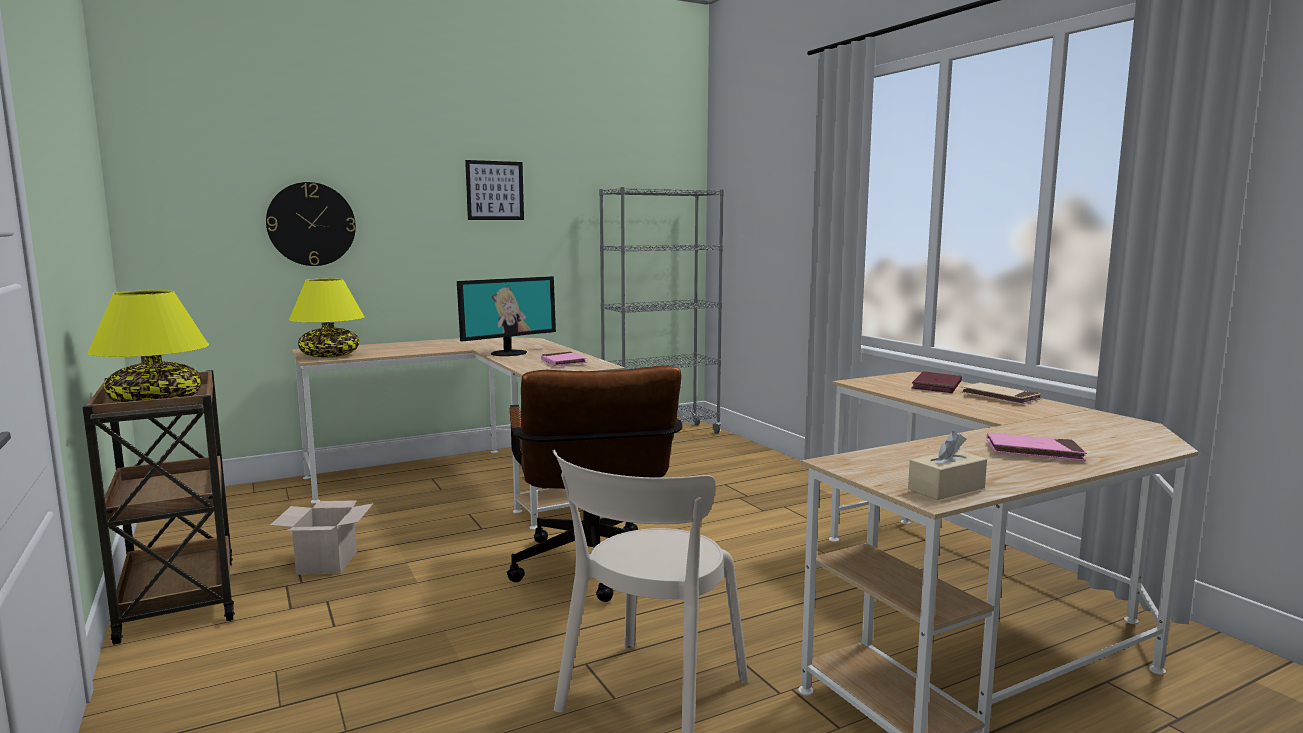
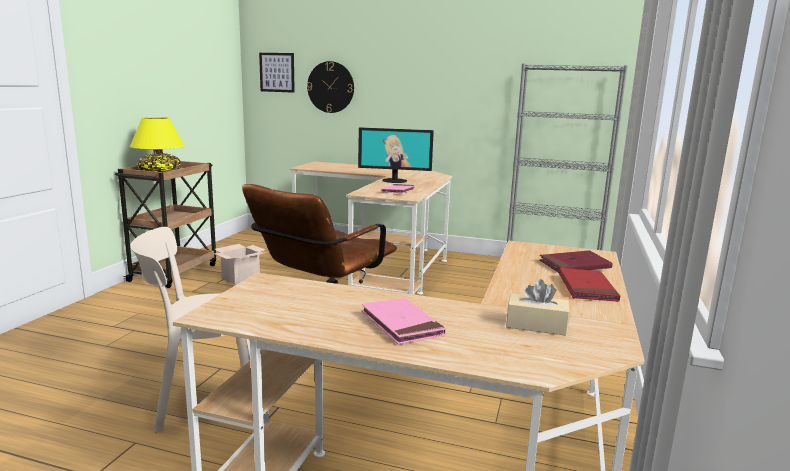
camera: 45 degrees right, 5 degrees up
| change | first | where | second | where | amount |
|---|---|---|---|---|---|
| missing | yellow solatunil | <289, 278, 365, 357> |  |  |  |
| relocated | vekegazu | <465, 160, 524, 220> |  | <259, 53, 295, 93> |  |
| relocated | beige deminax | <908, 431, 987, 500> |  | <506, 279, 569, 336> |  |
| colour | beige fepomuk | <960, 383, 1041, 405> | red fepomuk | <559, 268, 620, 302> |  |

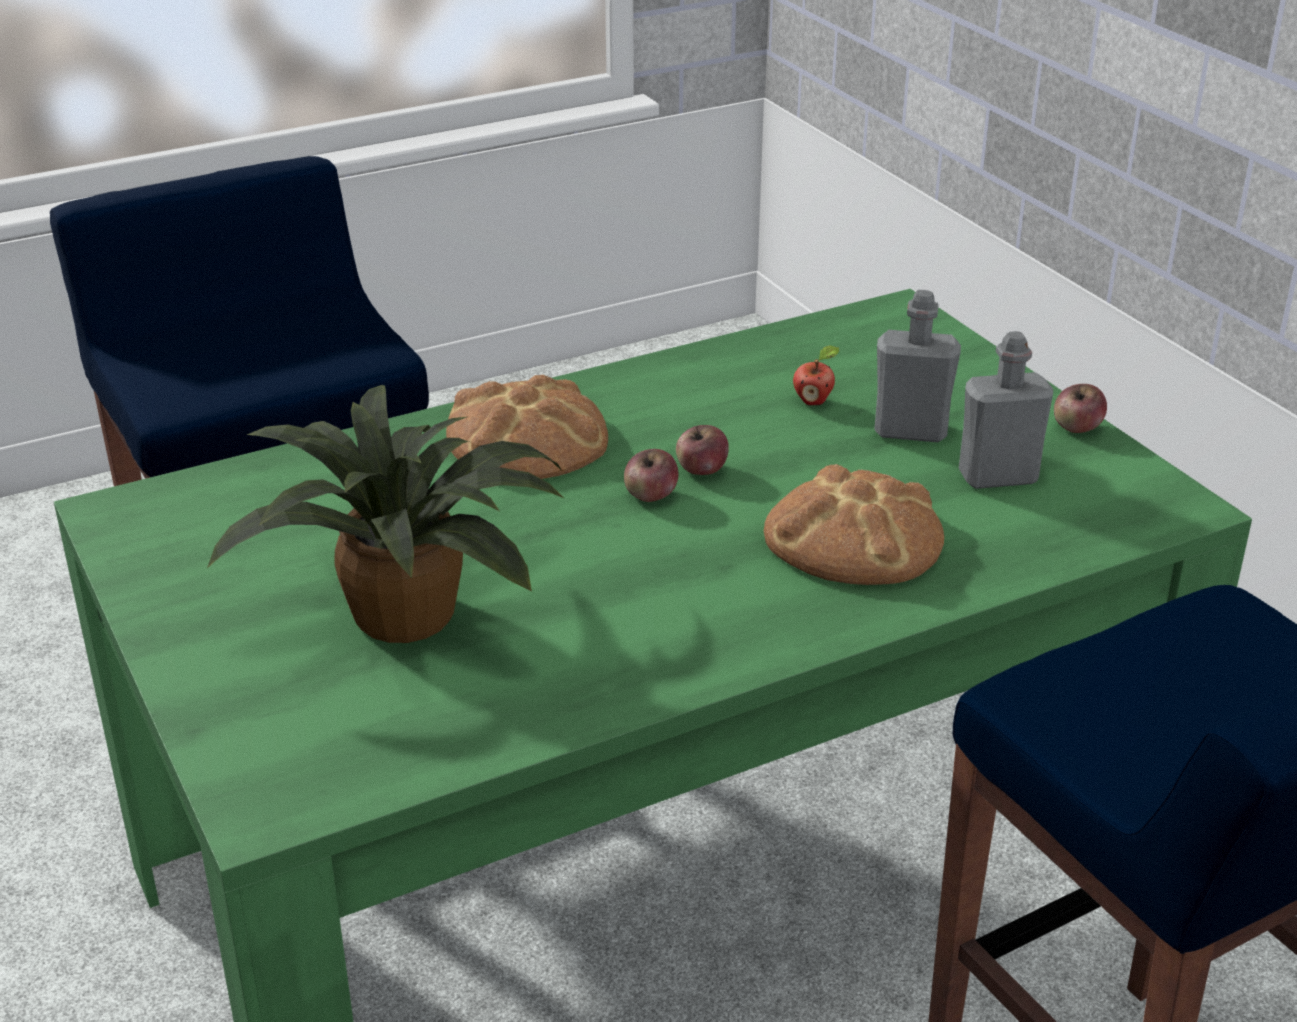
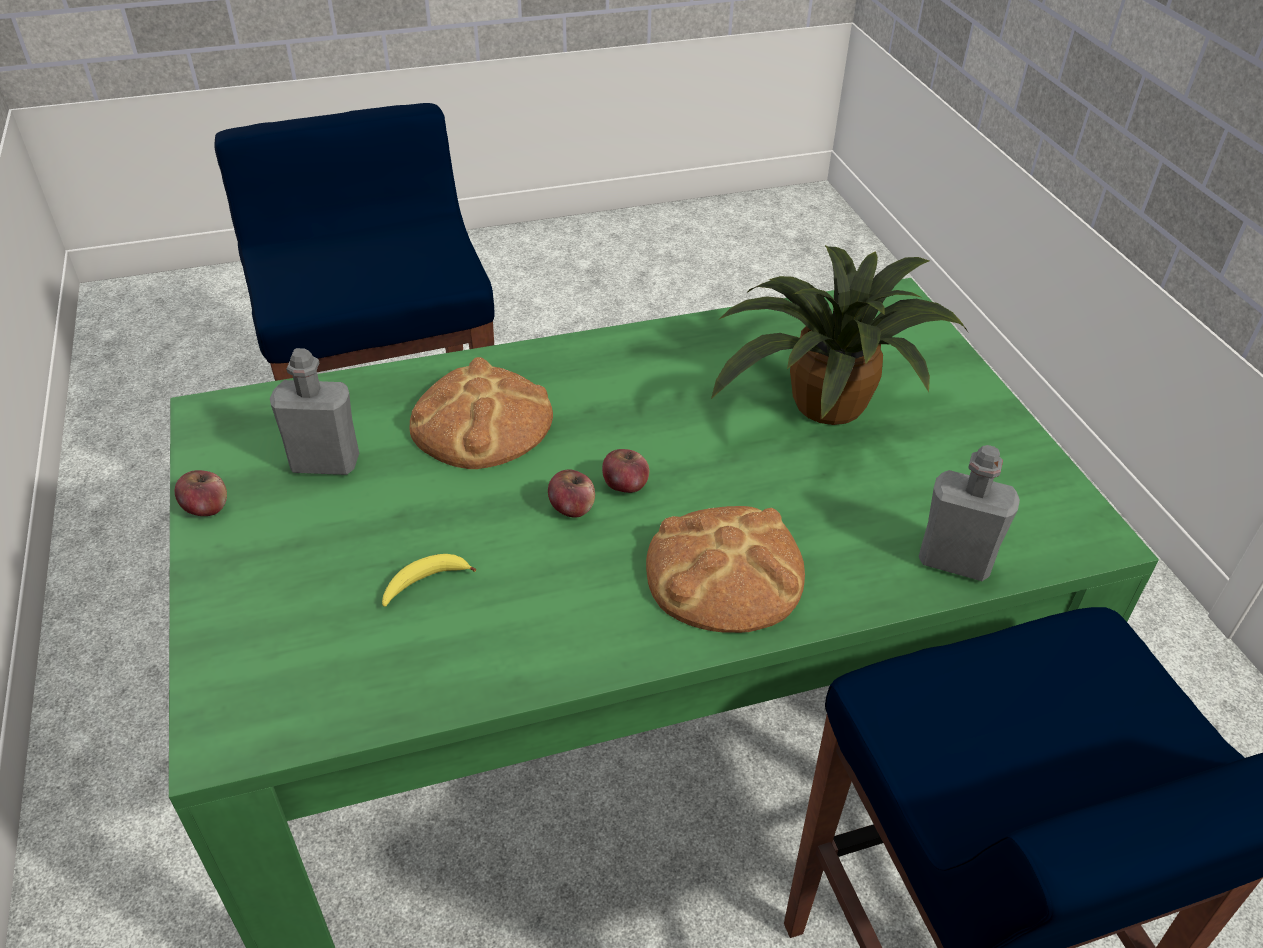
camera: 170 degrees left, 10 degrees up
| change | first | where | second | where | amount |
|---|---|---|---|---|---|
| relocated | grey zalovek | <874, 290, 961, 442> |  | <919, 445, 1020, 581> |  |
| exchanged | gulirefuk | <793, 346, 839, 405> | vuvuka | <382, 554, 476, 607> |  |

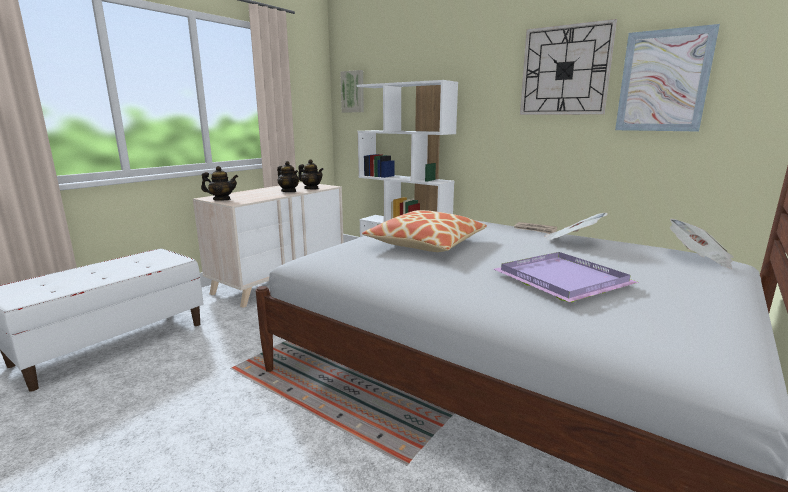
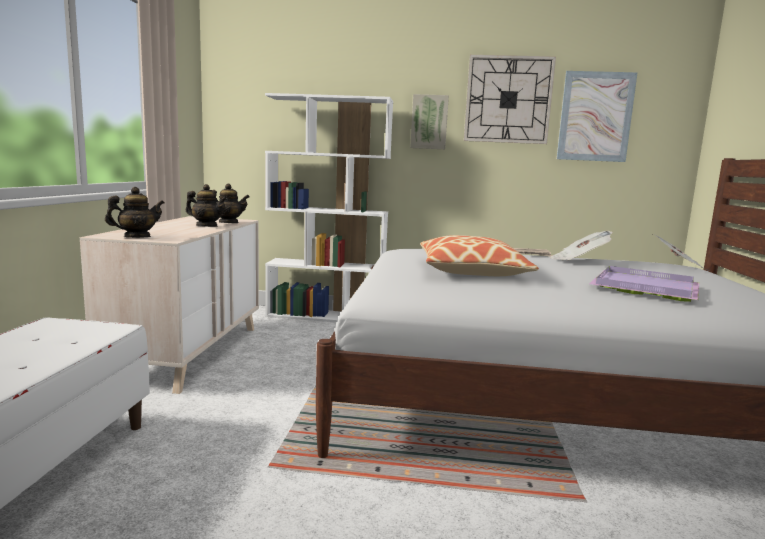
camera: 30 degrees left, 5 degrees down
| change | first | where | second | where | amount |
|---|---|---|---|---|---|
| relocated | vekegazu | <340, 70, 364, 112> |  | <410, 94, 449, 149> |  |

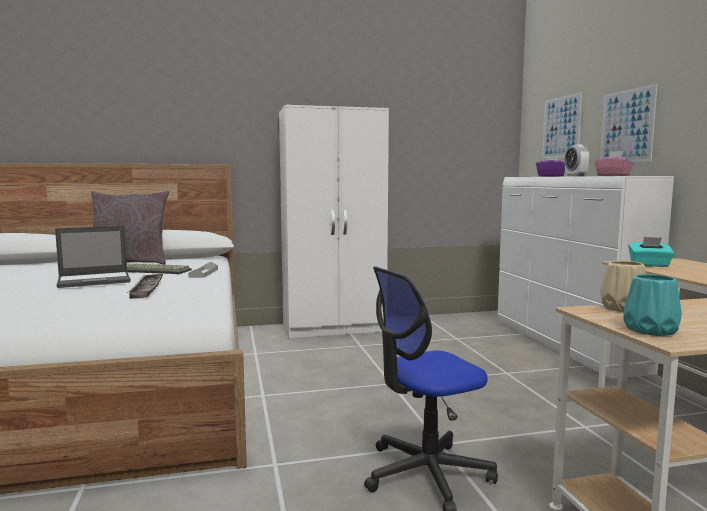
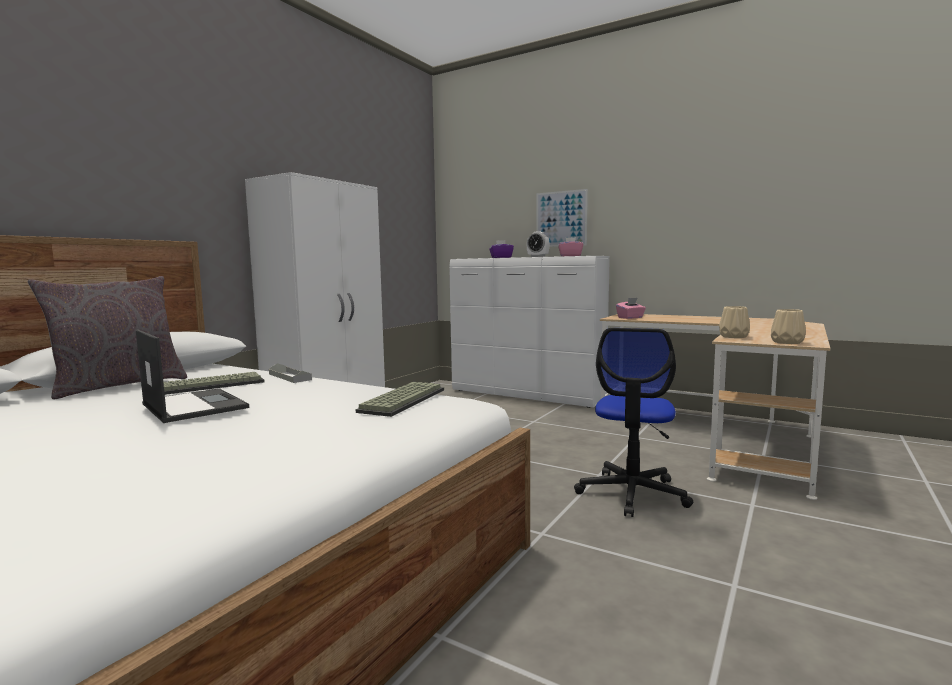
camera: 45 degrees left, 0 degrees up
| change | first | where | second | where | amount |
|---|---|---|---|---|---|
| missing | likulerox | <127, 273, 164, 299> |  |  |  |
| missing | vekegazu | <542, 92, 582, 159> |  |  |  |
| appeared |  |  | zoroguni | <356, 382, 444, 417> |  |
| colour | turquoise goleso | <623, 274, 682, 336> | beige goleso | <771, 309, 806, 344> |  |
| colour | turquoise deminax | <628, 237, 674, 267> | pink deminax | <616, 298, 646, 319> |  |
| spun | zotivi | <55, 226, 131, 288> |  | <136, 329, 249, 423> | 60 degrees counterclockwise |

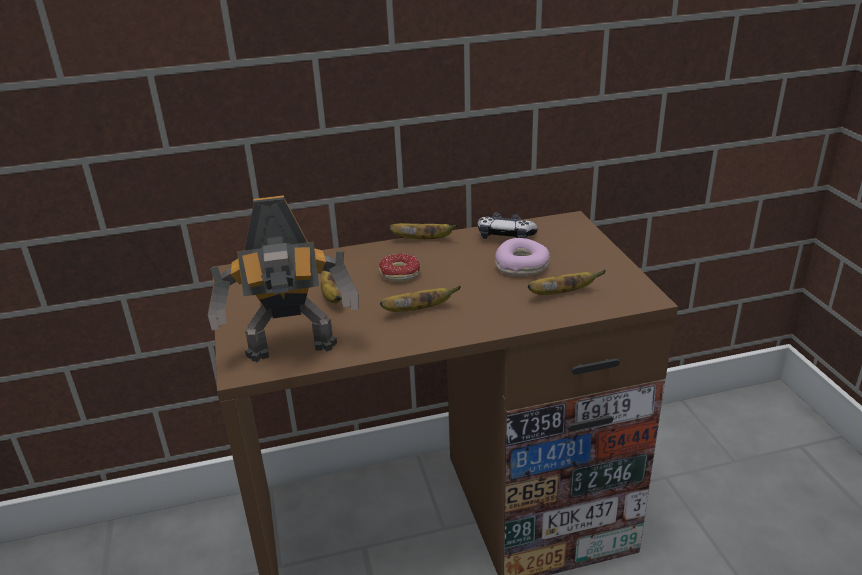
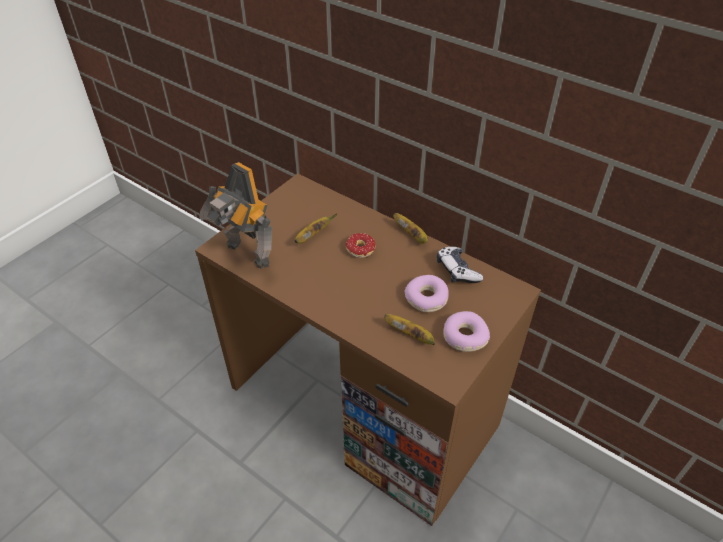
camera: 50 degrees right, 15 degrees up
| change | first | where | second | where | amount |
|---|---|---|---|---|---|
| missing | vuvuka | <380, 286, 461, 312> |  |  |  |
| appeared |  |  | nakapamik | <443, 311, 490, 352> |  |

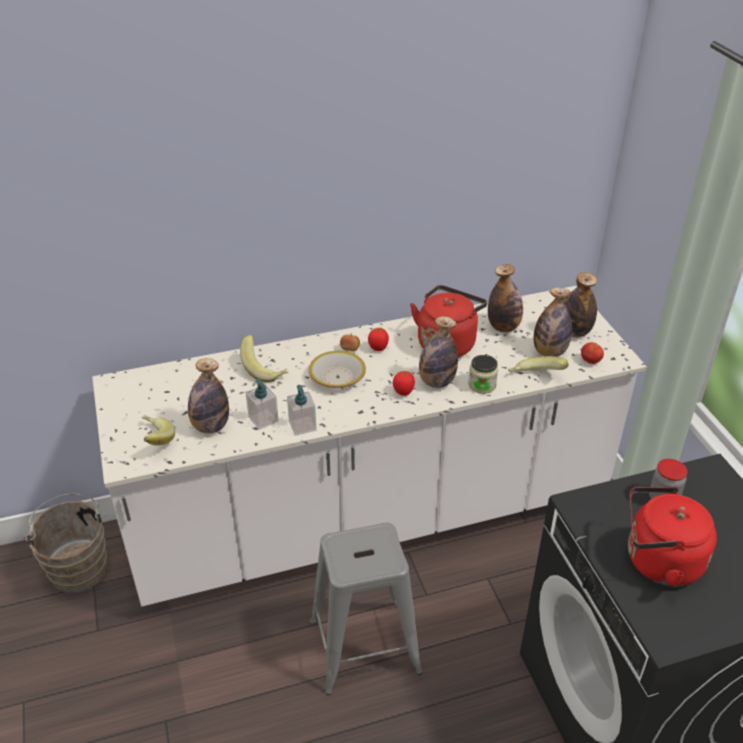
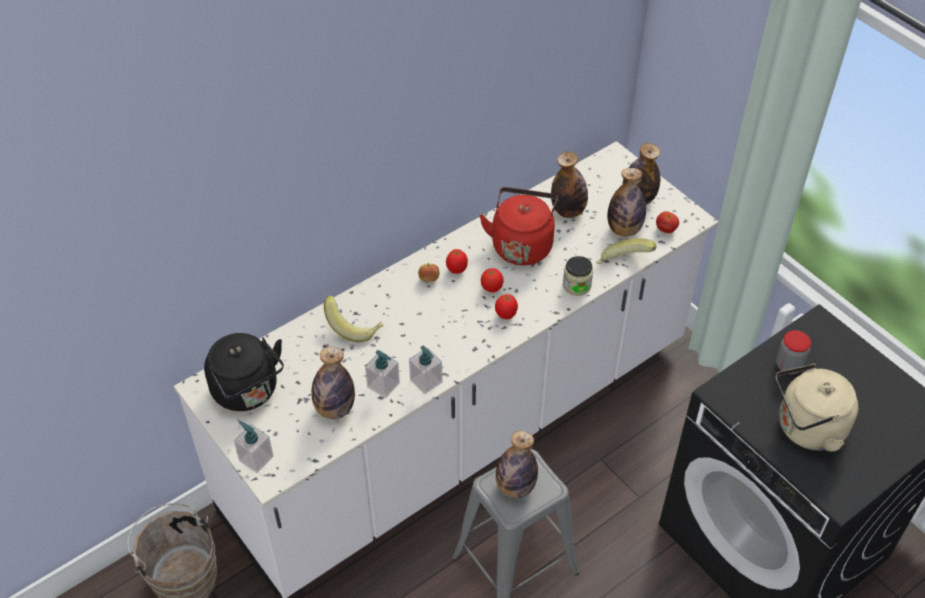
camera: 20 degrees left, 10 degrees up
| change | first | where | second | where | amount |
|---|---|---|---|---|---|
| missing | vuvuka | <142, 415, 175, 446> |  |  |  |
| missing | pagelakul | <309, 351, 366, 388> |  |  |  |
| appeared |  |  | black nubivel | <204, 333, 284, 411> |  |
| appeared |  |  | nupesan | <234, 421, 274, 473> |  |
| appeared |  |  | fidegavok | <481, 268, 503, 292> |  |
| relocated | zalovek | <419, 316, 458, 388> |  | <496, 431, 538, 499> |  |
| colour | red nubivel | <628, 487, 717, 586> | beige nubivel | <776, 364, 858, 452> |  |

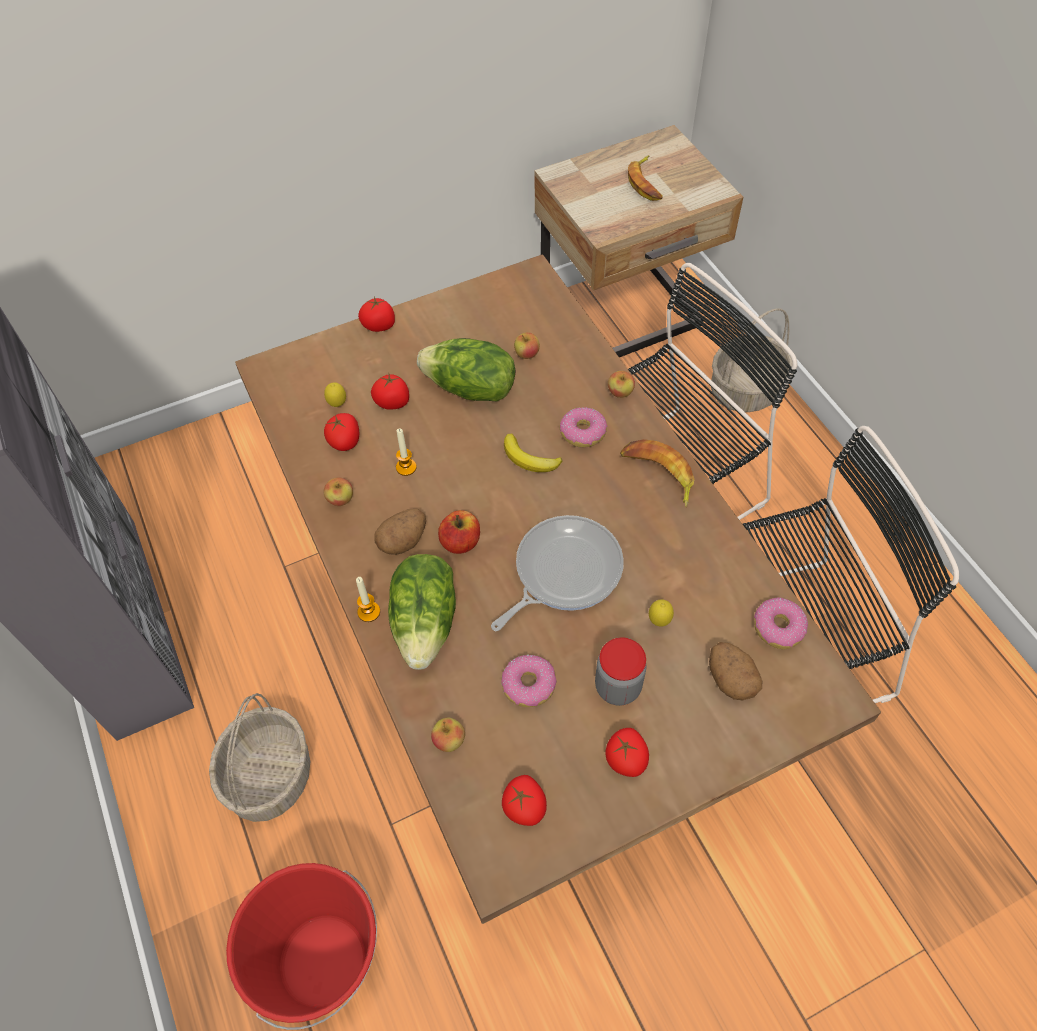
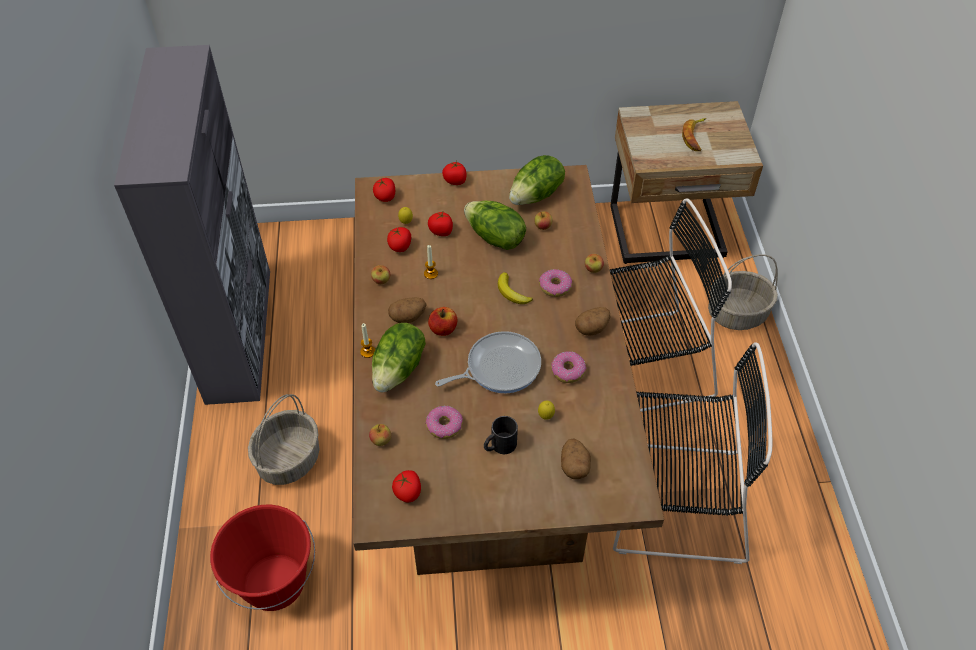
camera: 20 degrees right, 5 degrees down
| change | first | where | second | where | amount |
|---|---|---|---|---|---|
| appeared |  |  | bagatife | <509, 155, 565, 205> |  |
| relocated | fidegavok | <605, 728, 649, 777> |  | <373, 178, 395, 202> |  |
| relocated | nakapamik | <754, 597, 808, 649> |  | <551, 351, 586, 383> |  |
| exchanged | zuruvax | <595, 637, 647, 706> | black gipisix | <484, 416, 518, 454> |  |
| exchanged | vuvuka | <620, 439, 695, 508> | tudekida | <575, 307, 610, 336> |  |

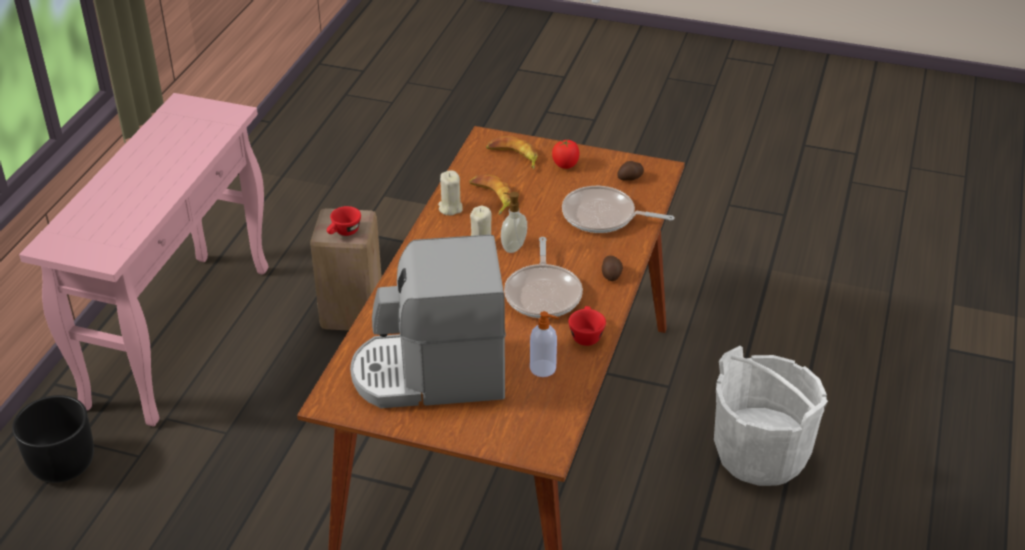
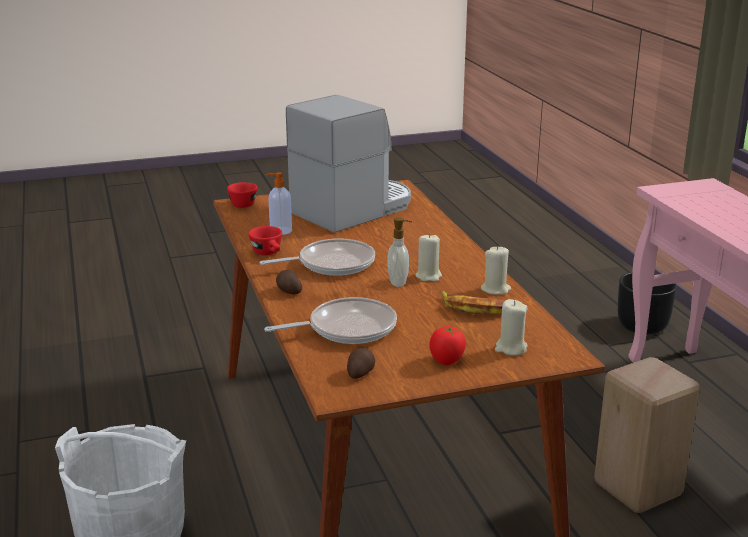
camera: 145 degrees right, 15 degrees down
| change | first | where | second | where | amount |
|---|---|---|---|---|---|
| relocated | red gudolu | <327, 206, 361, 236> |  | <227, 182, 257, 208> |  |
| exchanged | vuvuka | <486, 136, 538, 170> | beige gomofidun | <495, 299, 528, 356> |  |
| spun | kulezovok | <504, 237, 583, 318> |  | <260, 238, 375, 276> | 105 degrees clockwise |

